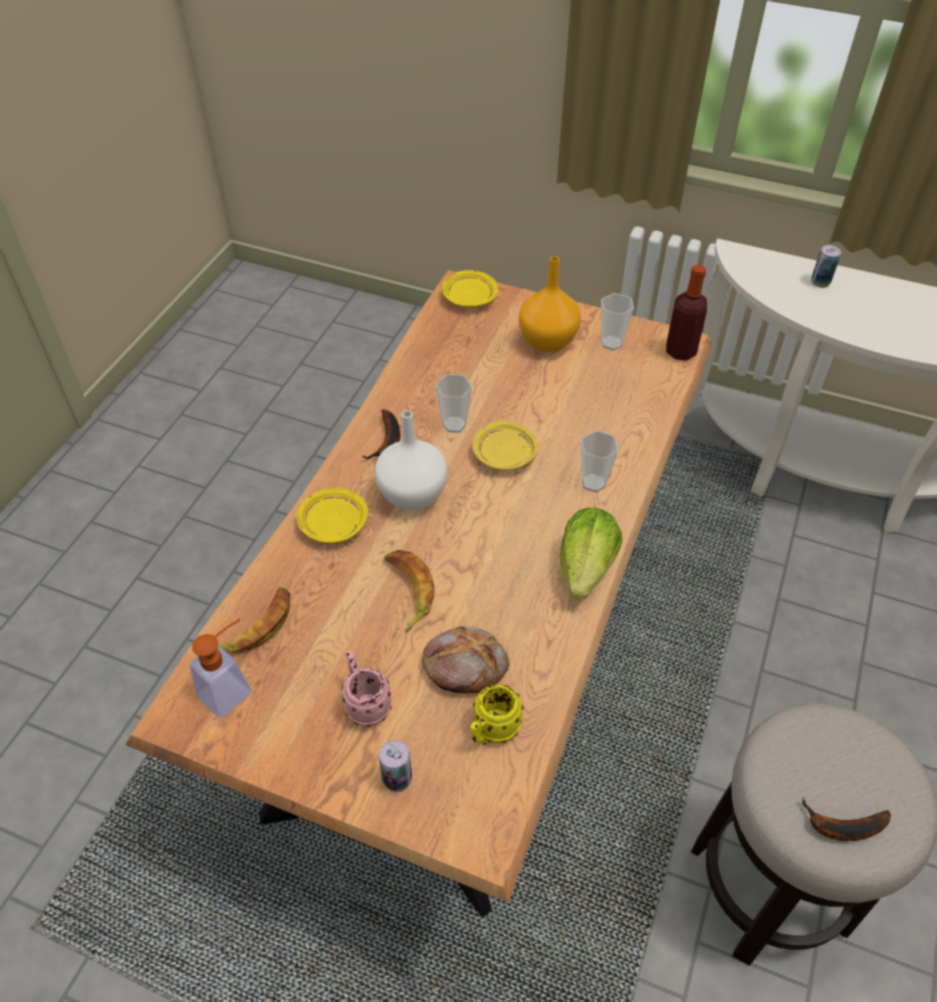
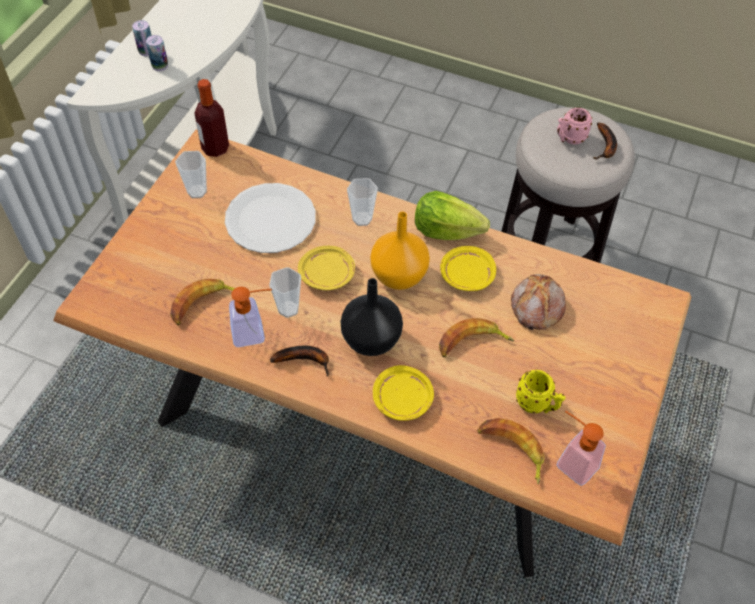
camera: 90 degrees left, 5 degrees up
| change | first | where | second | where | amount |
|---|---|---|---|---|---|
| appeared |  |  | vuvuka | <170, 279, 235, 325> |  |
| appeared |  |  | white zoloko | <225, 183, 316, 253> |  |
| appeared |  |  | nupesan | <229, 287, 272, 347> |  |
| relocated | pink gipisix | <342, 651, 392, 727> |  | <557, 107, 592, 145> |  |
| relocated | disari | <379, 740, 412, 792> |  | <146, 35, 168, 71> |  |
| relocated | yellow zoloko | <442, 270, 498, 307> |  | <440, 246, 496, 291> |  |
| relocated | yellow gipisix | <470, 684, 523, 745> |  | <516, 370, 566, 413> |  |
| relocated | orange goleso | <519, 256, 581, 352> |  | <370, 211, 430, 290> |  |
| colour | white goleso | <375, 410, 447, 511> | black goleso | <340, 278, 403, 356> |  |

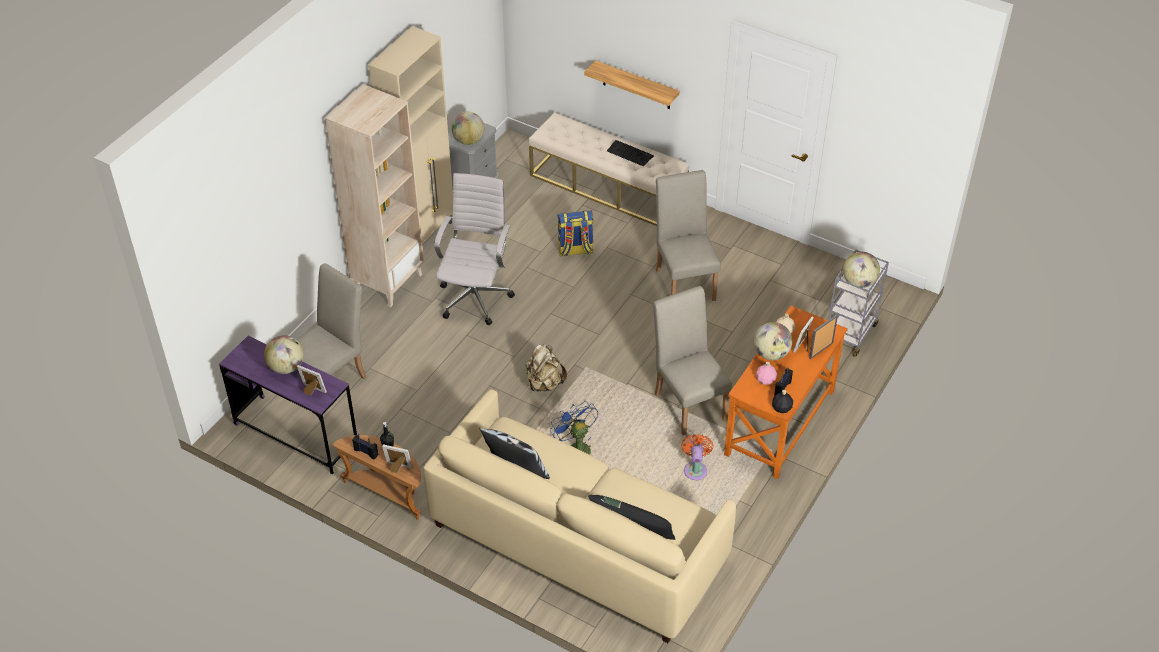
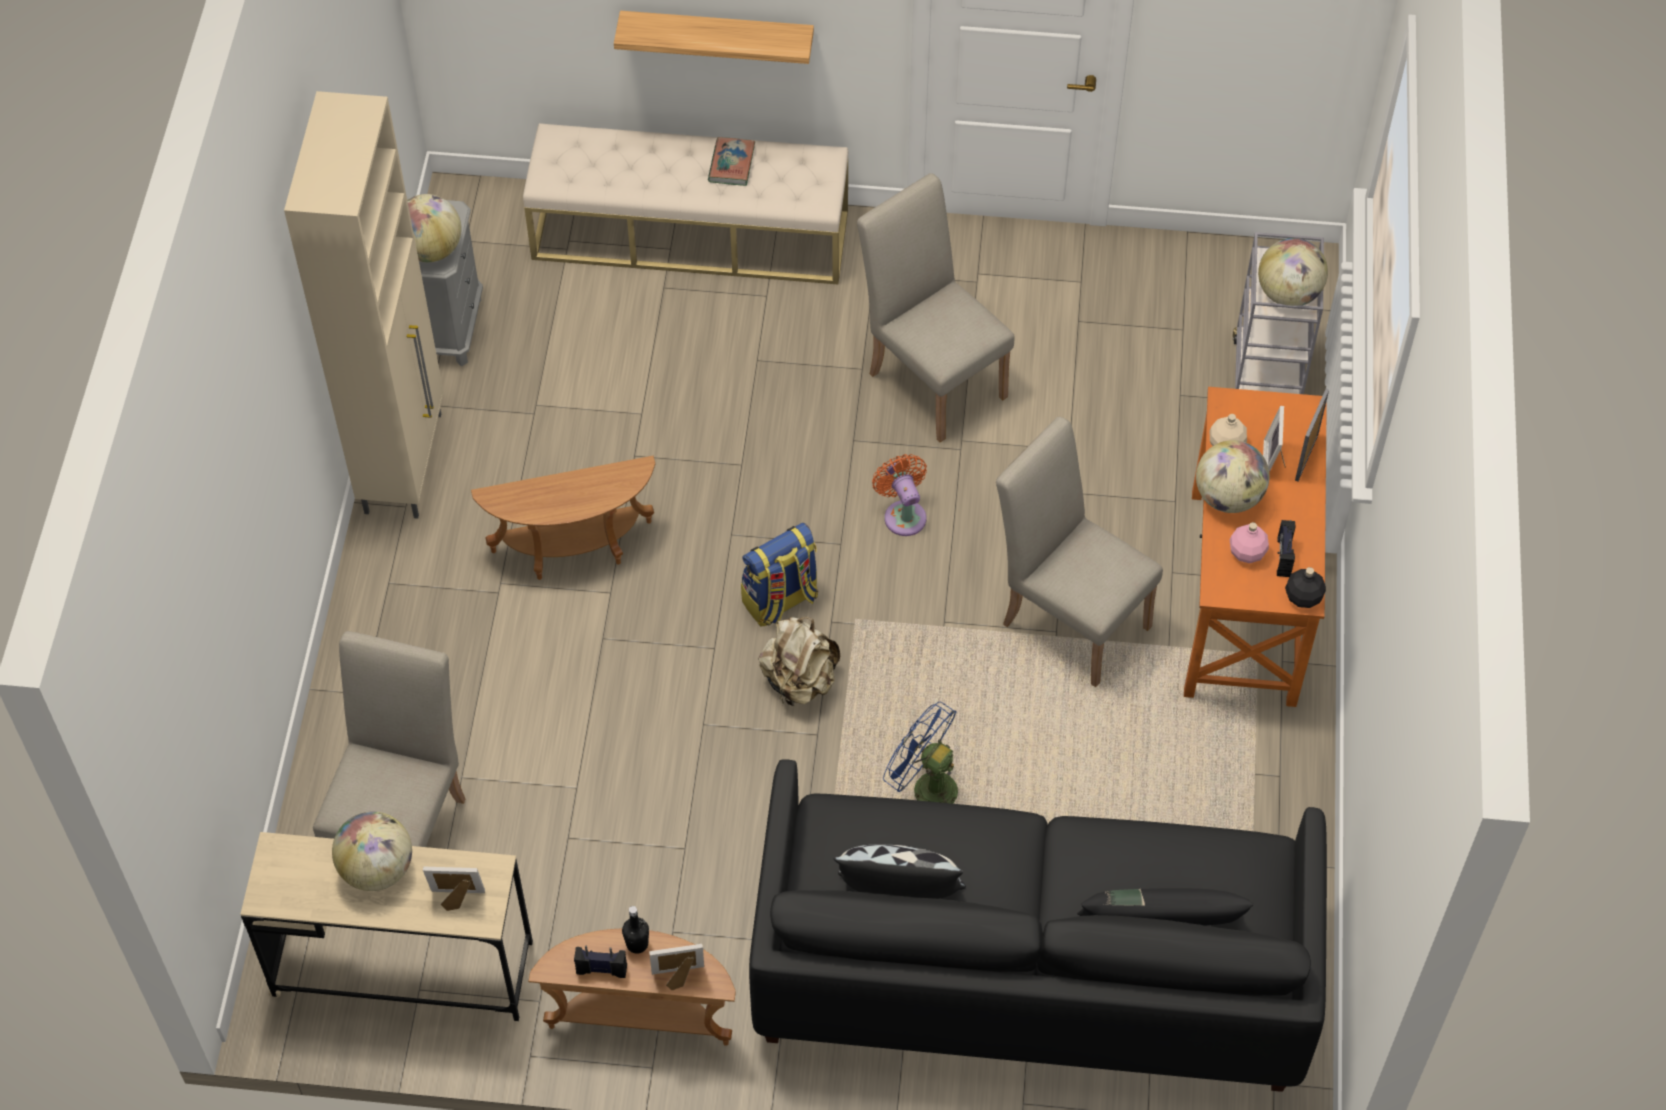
camera: 25 degrees left, 10 degrees up
| change | first | where | second | where | amount |
|---|---|---|---|---|---|
| missing | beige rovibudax | <325, 84, 424, 307> |  |  |  |
| relocated | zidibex | <557, 210, 594, 257> |  | <741, 523, 818, 627> |  |
| relocated | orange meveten | <681, 434, 714, 480> |  | <872, 454, 927, 536> |  |
| exchanged | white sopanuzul | <434, 173, 515, 325> | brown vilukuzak | <471, 456, 655, 580> |  |
| exchanged | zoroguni | <607, 140, 654, 167> | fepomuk | <708, 137, 755, 186> |  |
| colour | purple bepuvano | <219, 336, 357, 474> | beige bepuvano | <240, 832, 533, 1021> |  |
| colour | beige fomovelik | <423, 389, 736, 643> | black fomovelik | <749, 760, 1327, 1092> |  |

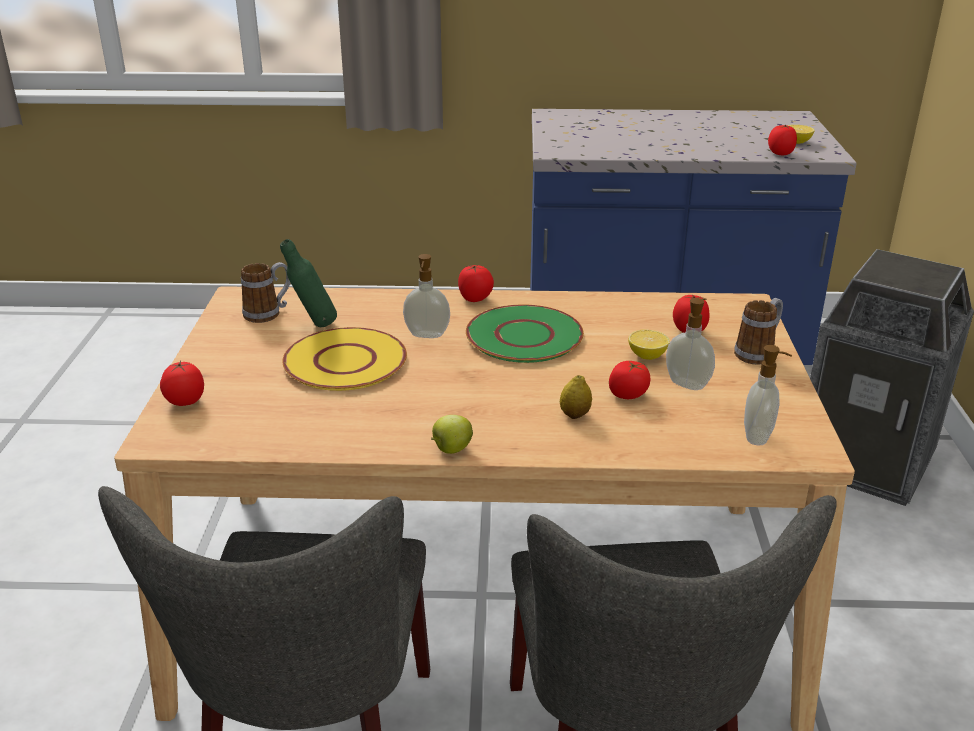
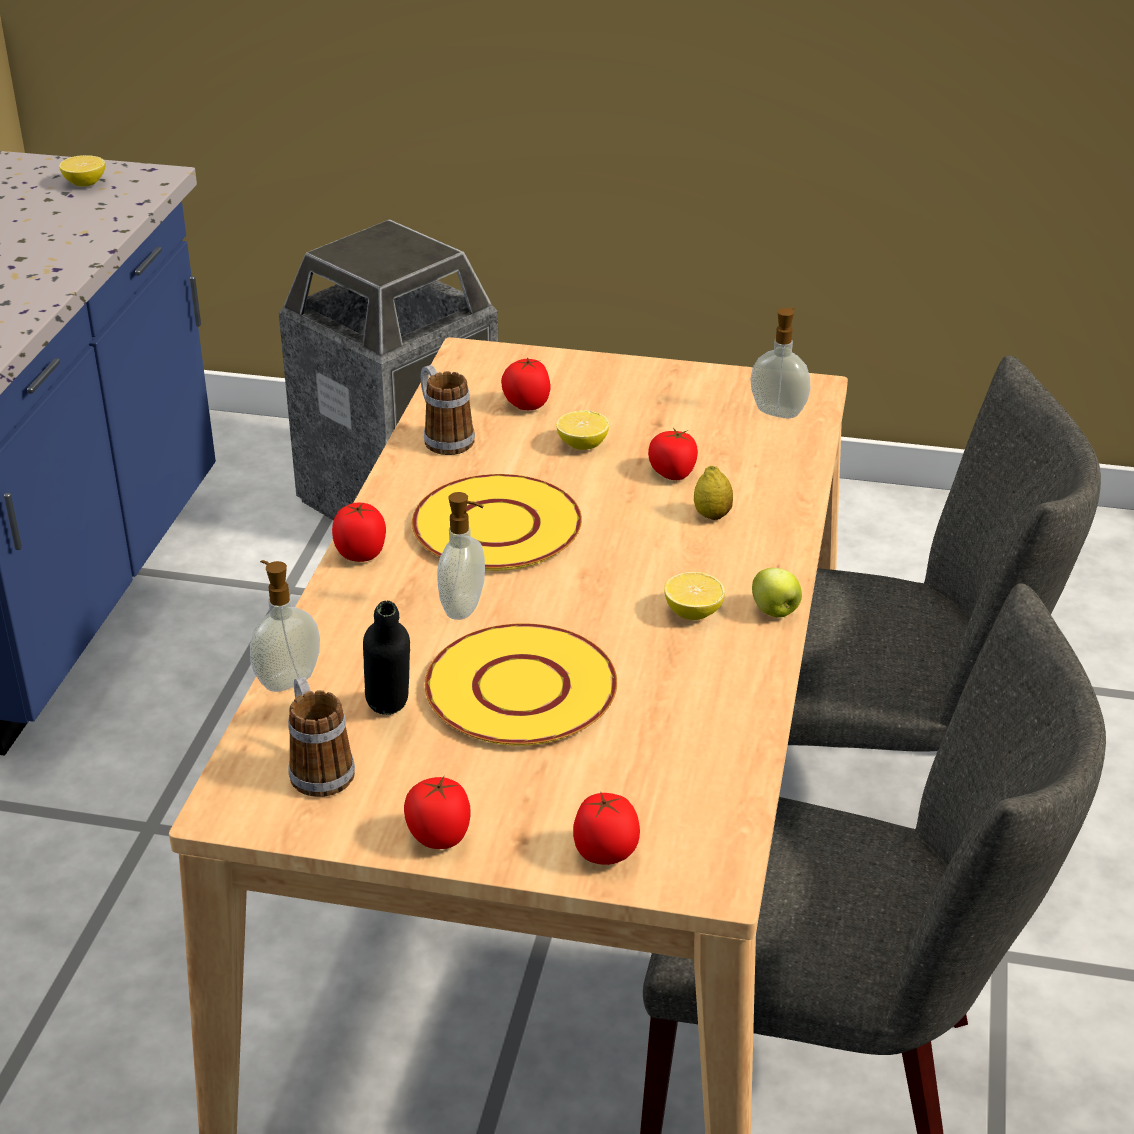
camera: 80 degrees left, 5 degrees up
| change | first | where | second | where | amount |
|---|---|---|---|---|---|
| appeared |  |  | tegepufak | <664, 572, 725, 620> |  |
| relocated | nupesan | <666, 298, 715, 390> |  | <250, 560, 320, 692> |  |
| relocated | gipisix | <734, 298, 783, 365> |  | <421, 365, 475, 455> |  |
| relocated | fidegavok | <768, 125, 797, 155> |  | <404, 776, 471, 849> |  |
| colour | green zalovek | <280, 239, 337, 327> | black zalovek | <363, 601, 410, 715> |  |
| colour | green zoloko | <466, 304, 584, 363> | yellow zoloko | <412, 474, 582, 571> |  |

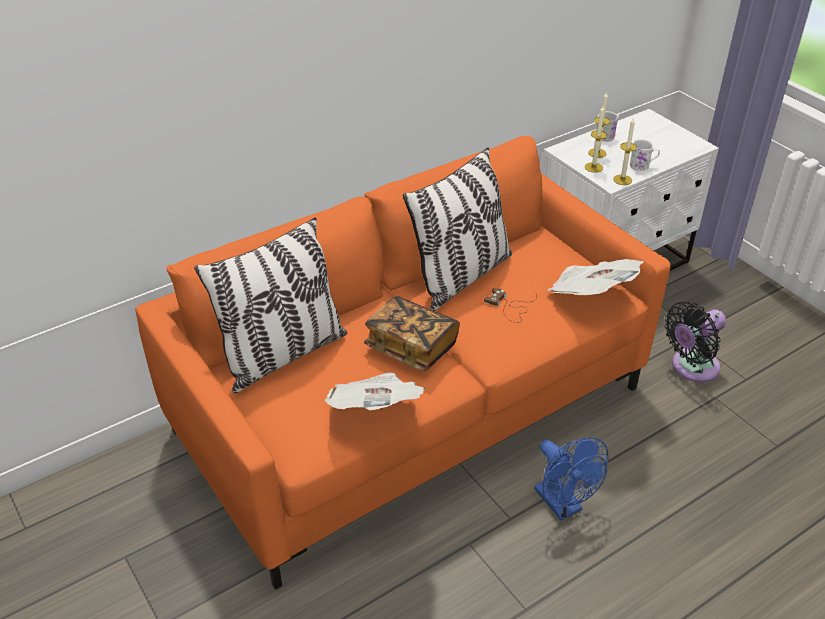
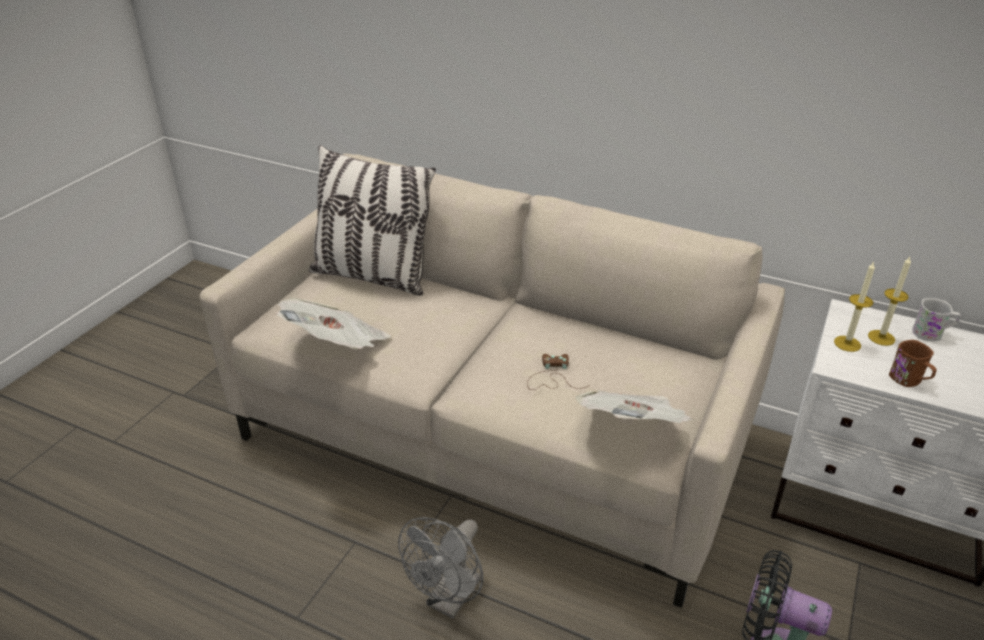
camera: 60 degrees right, 5 degrees down
| change | first | where | second | where | amount |
|---|---|---|---|---|---|
| missing | fepomuk | <364, 296, 460, 371> |  |  |  |
| missing | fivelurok | <403, 147, 512, 311> |  |  |  |
| missing | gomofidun | <613, 117, 637, 185> |  |  |  |
| colour | orange fomovelik | <135, 136, 671, 590> | beige fomovelik | <200, 153, 785, 608> |  |
| colour | blue meveten | <534, 437, 608, 520> | grey meveten | <398, 517, 483, 618> |  |
| colour | white gipisix | <630, 139, 660, 171> | brown gipisix | <889, 340, 937, 387> |  |

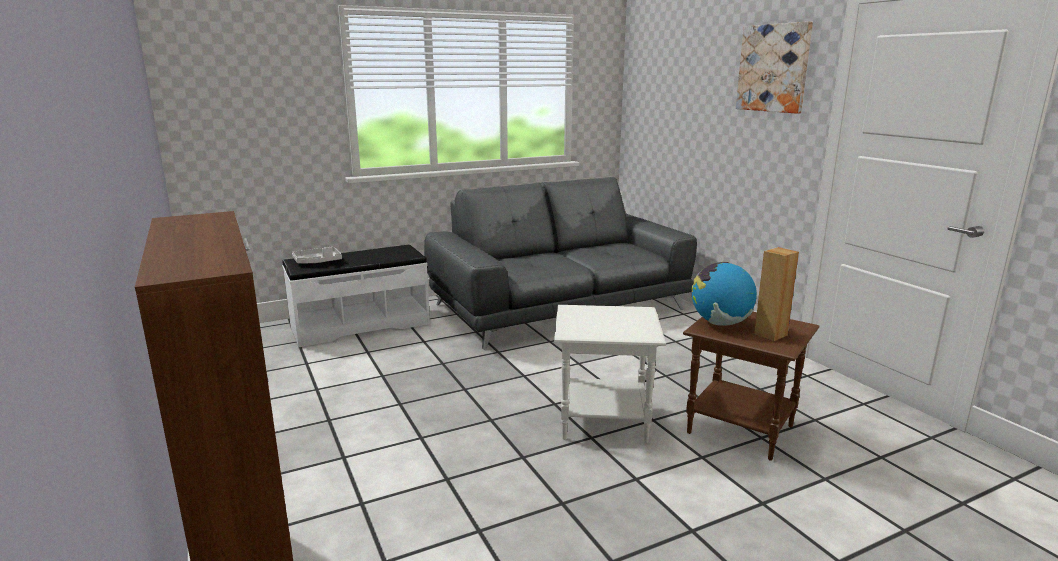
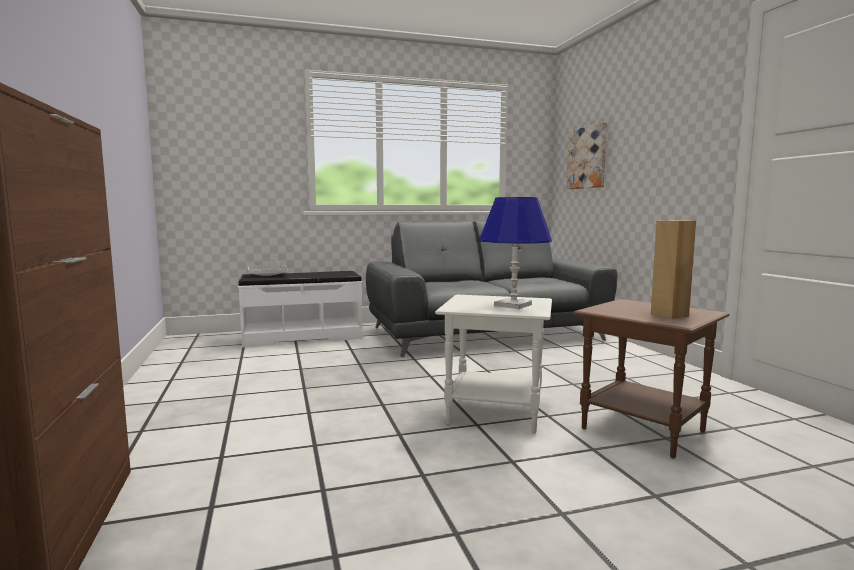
camera: 10 degrees right, 10 degrees down
| change | first | where | second | where | amount |
|---|---|---|---|---|---|
| missing | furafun | <692, 262, 757, 326> |  |  |  |
| appeared |  |  | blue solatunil | <479, 197, 552, 309> |  |
| relocated | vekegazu | <736, 21, 813, 114> |  | <567, 122, 607, 189> |  |

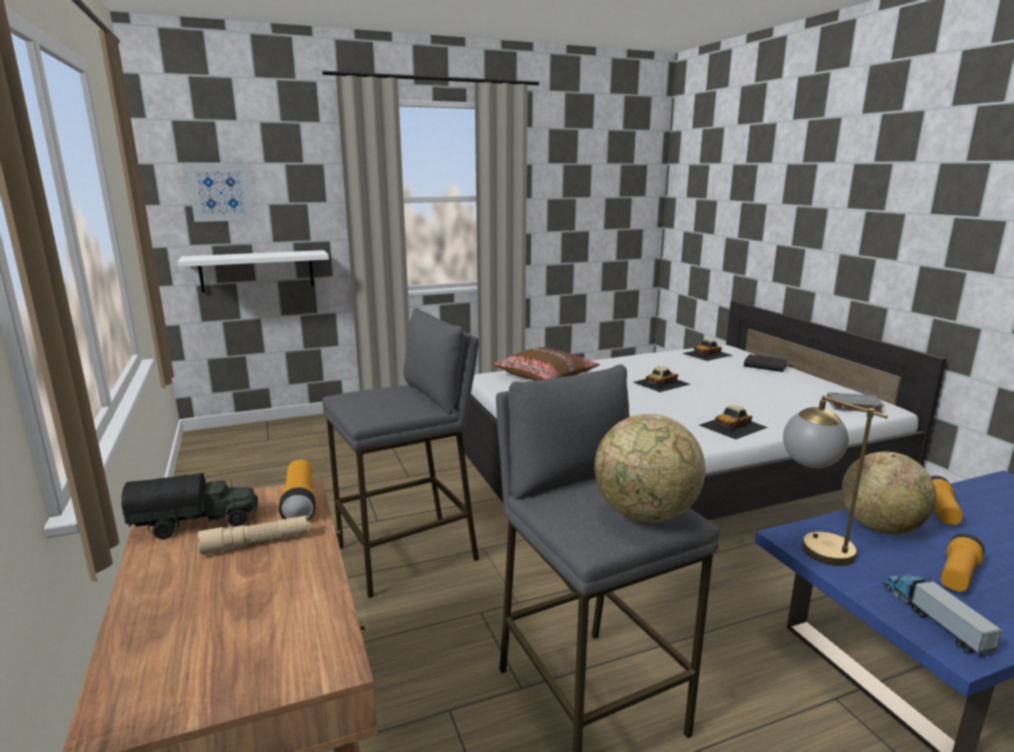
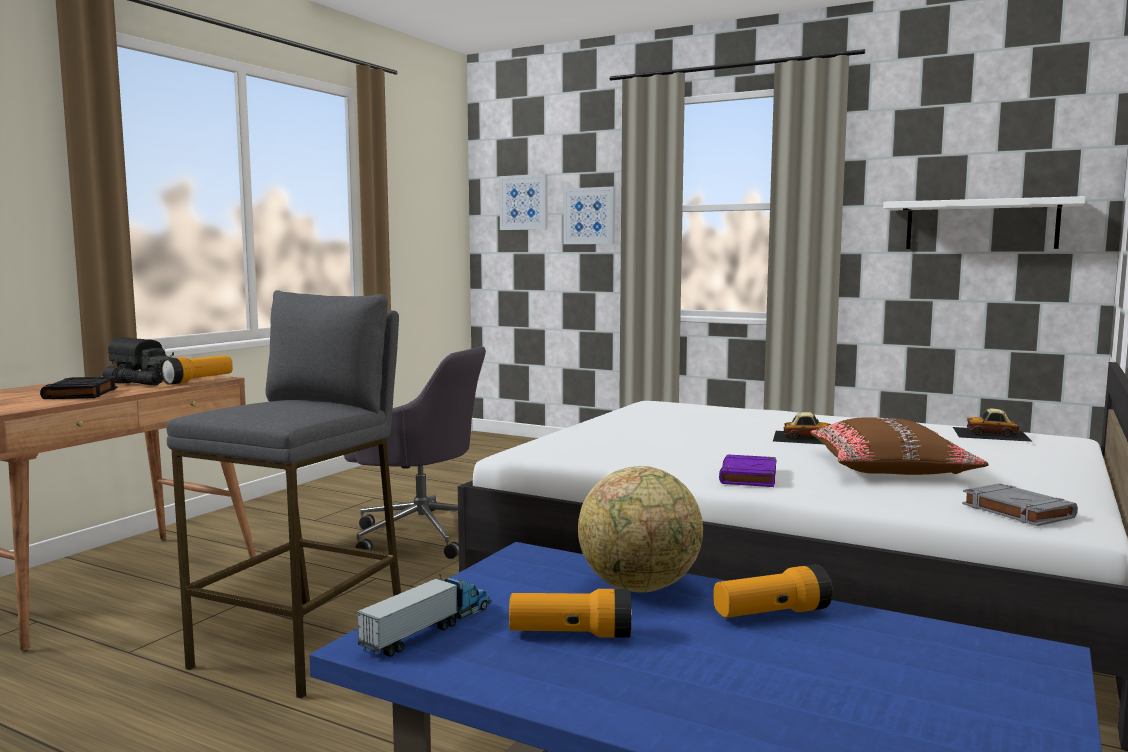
camera: 50 degrees right, 10 degrees down
| change | first | where | second | where | amount |
|---|---|---|---|---|---|
| missing | furafun | <594, 414, 706, 522> |  |  |  |
| missing | solatunil | <783, 395, 888, 566> |  |  |  |
| appeared |  |  | vekegazu | <563, 187, 615, 244> |  |
| relocated | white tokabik | <178, 250, 329, 293> |  | <883, 196, 1085, 249> |  |
| relocated | brown fivelurok | <493, 347, 600, 380> |  | <810, 417, 989, 475> |  |
| relocated | black fepomuk | <744, 354, 788, 372> |  | <40, 376, 118, 399> |  |
| exchanged | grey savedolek | <322, 307, 479, 598> | grey sopanuzul | <344, 346, 486, 559> |  |
| exchanged | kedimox | <699, 405, 768, 439> | purple fepomuk | <719, 455, 776, 487> |  |
| colour | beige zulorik | <198, 516, 311, 555> | black zulorik | <103, 366, 163, 386> |  |

